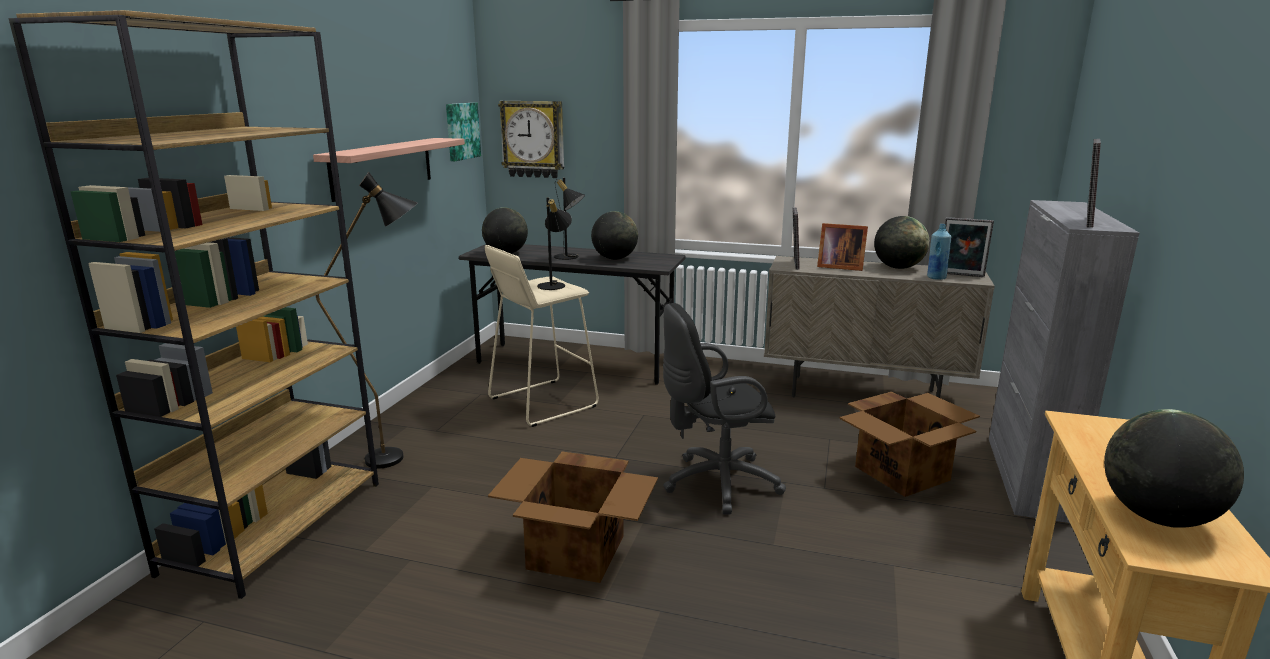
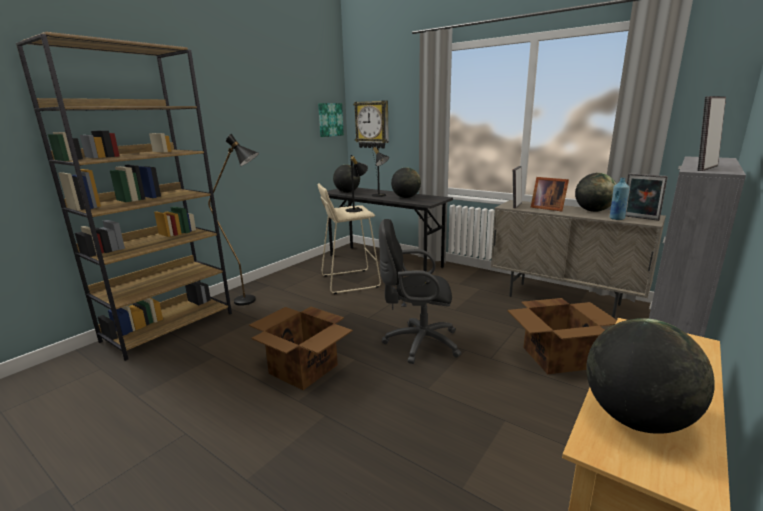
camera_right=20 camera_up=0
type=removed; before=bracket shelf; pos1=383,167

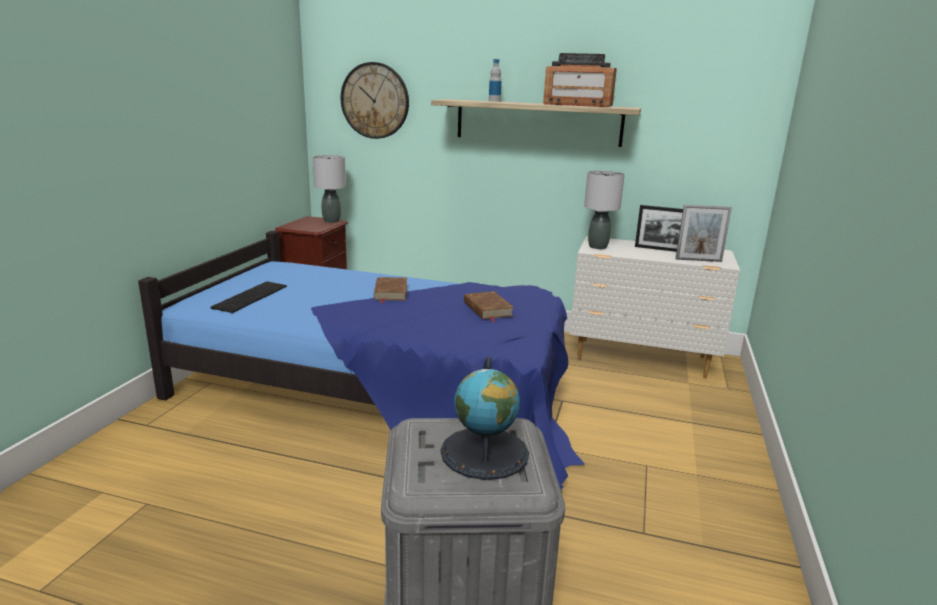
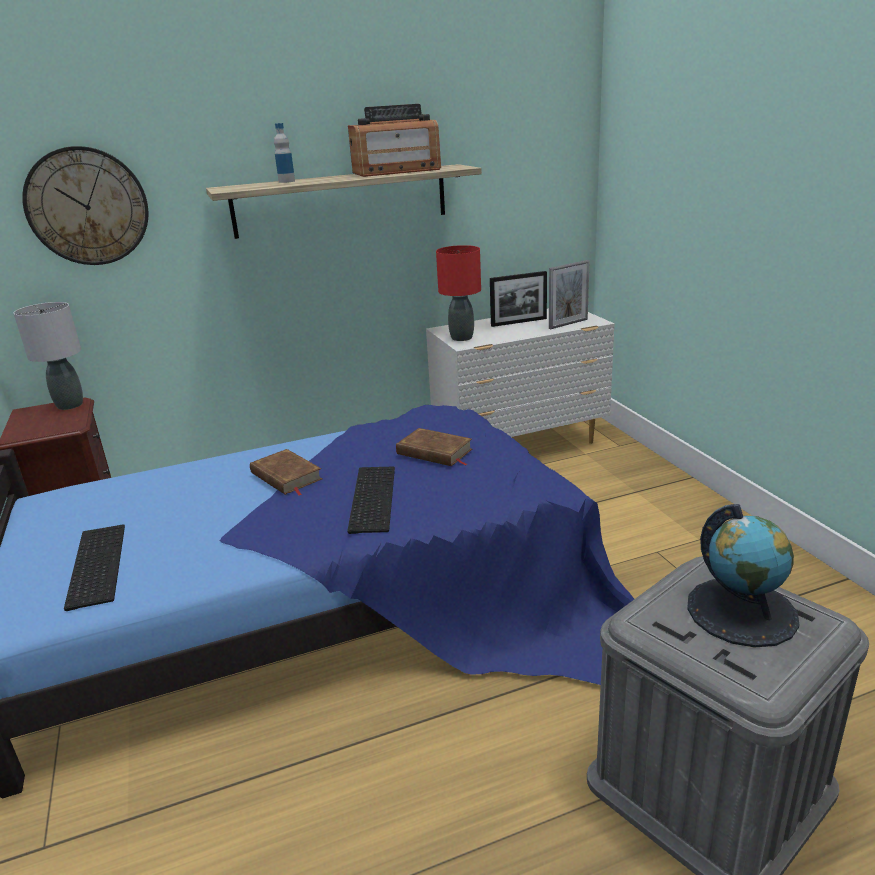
camera_right=-35 camera_up=5
type=recoloured; before=grey table lamp; after=reddish table lamp; pos1=598,247; pos2=461,337
type=added; after=computer keyboard; pos2=370,498

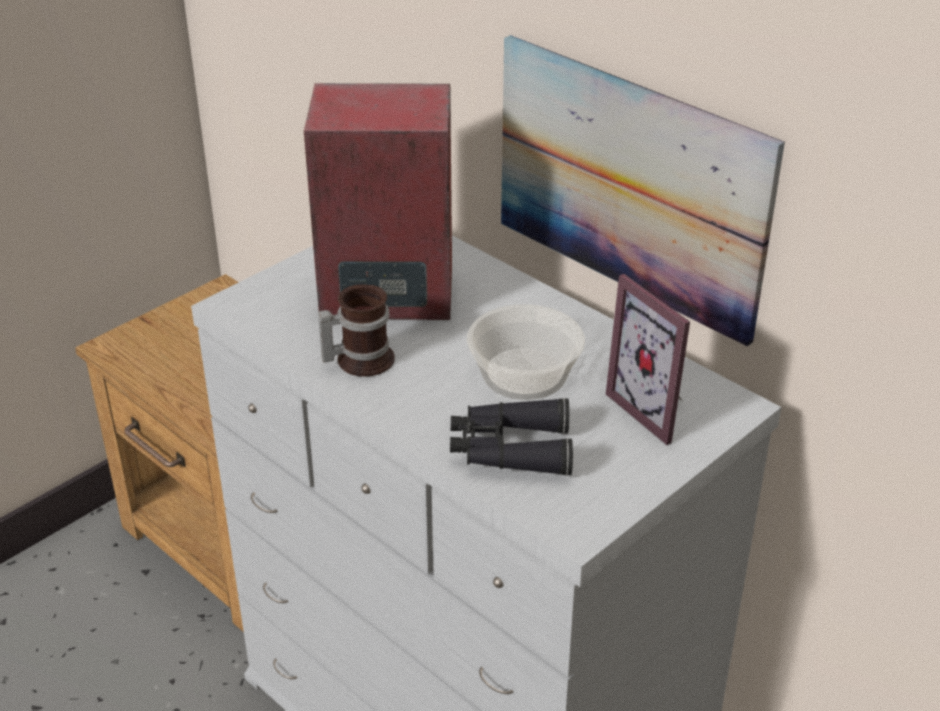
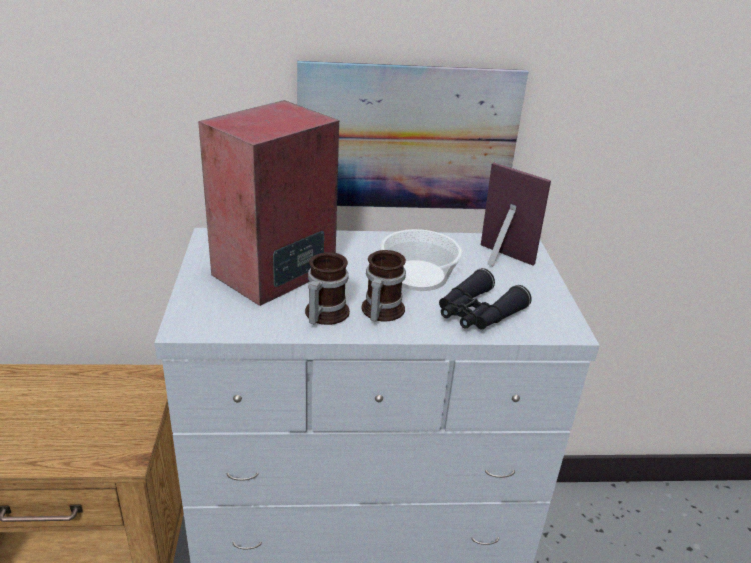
camera_right=-50 camera_up=-5
type=turned; before=standing frame; pos1=657,409; pos2=499,260; turn=-150
type=added; after=tea mug; pos2=379,311

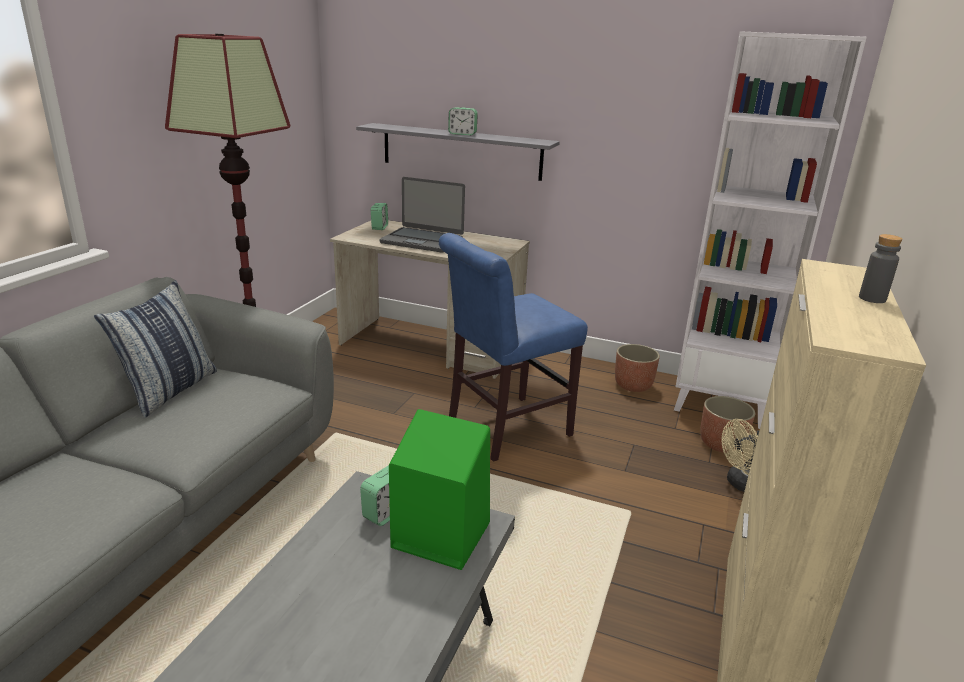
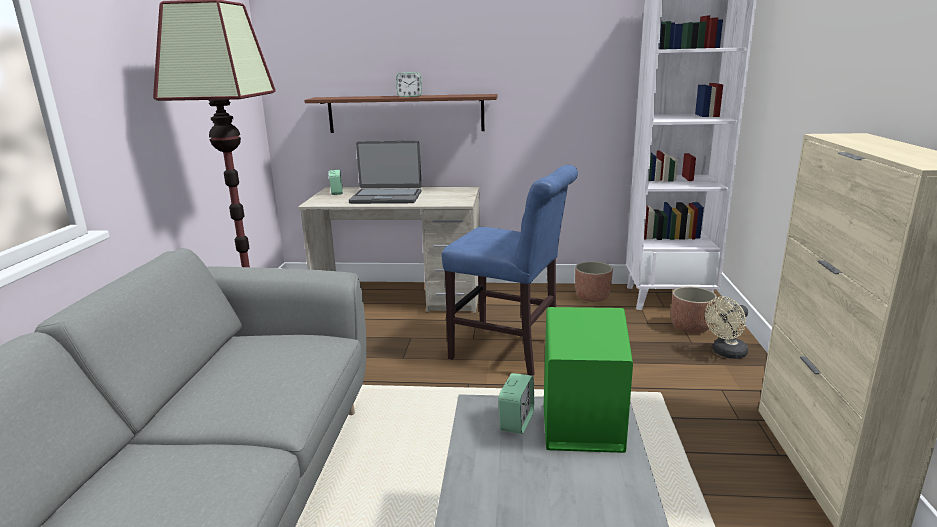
camera_right=-15 camera_up=-5
type=removed; before=throw pillow; pos1=170,391
type=recoloured; before=grey bracket shelf; after=brownish bracket shelf; pos1=461,151; pos2=405,113
type=turned; before=bluish upright chair; pos1=503,429; pos2=510,351; turn=-105
type=removed; before=grey beverage bottle; pos1=872,299

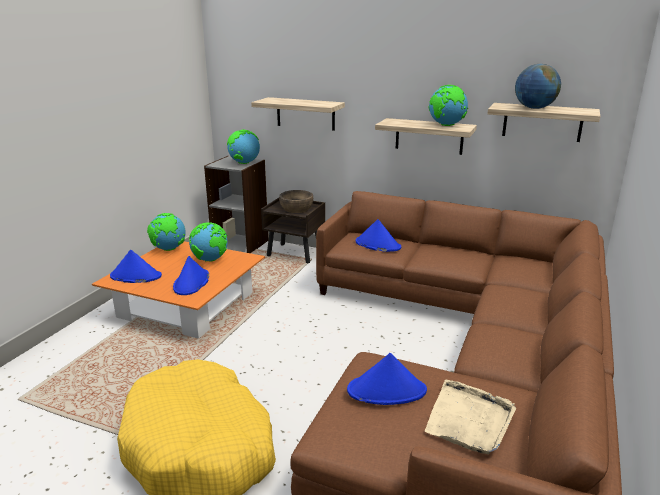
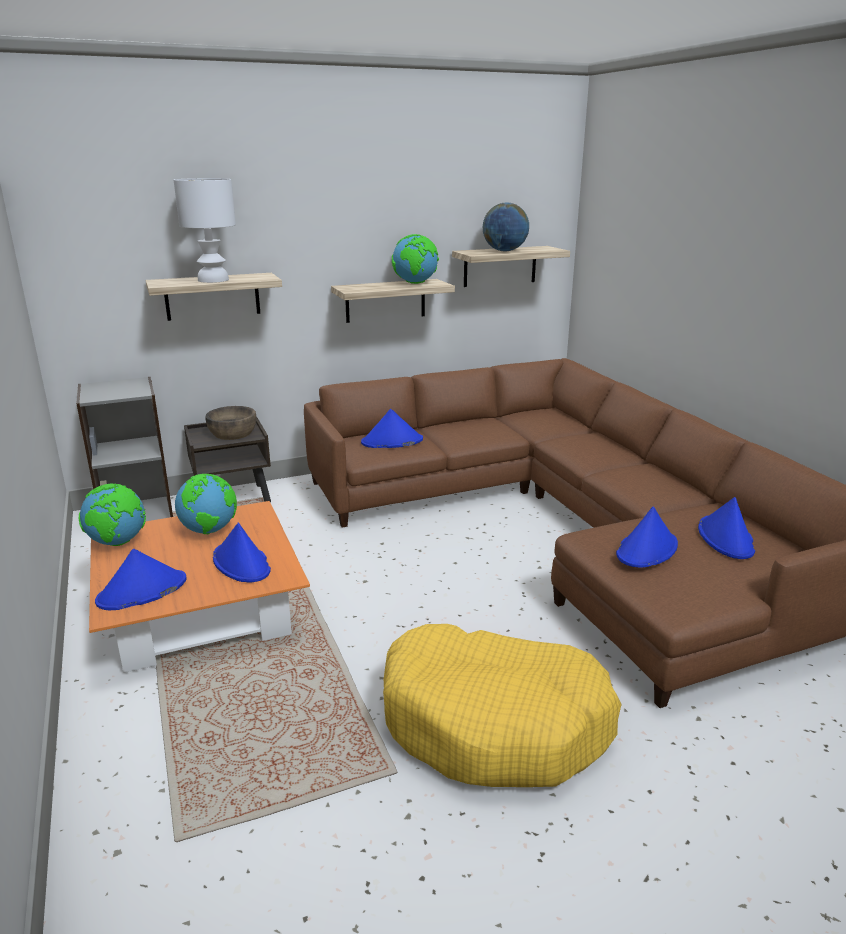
camera_right=-45 camera_up=0
type=removed; before=world globe; pos1=244,163
type=replaced; before=beige-coloured tray; after=bluish hat; pos1=469,419; pos2=726,538
type=added; after=whitish table lamp; pos2=214,280

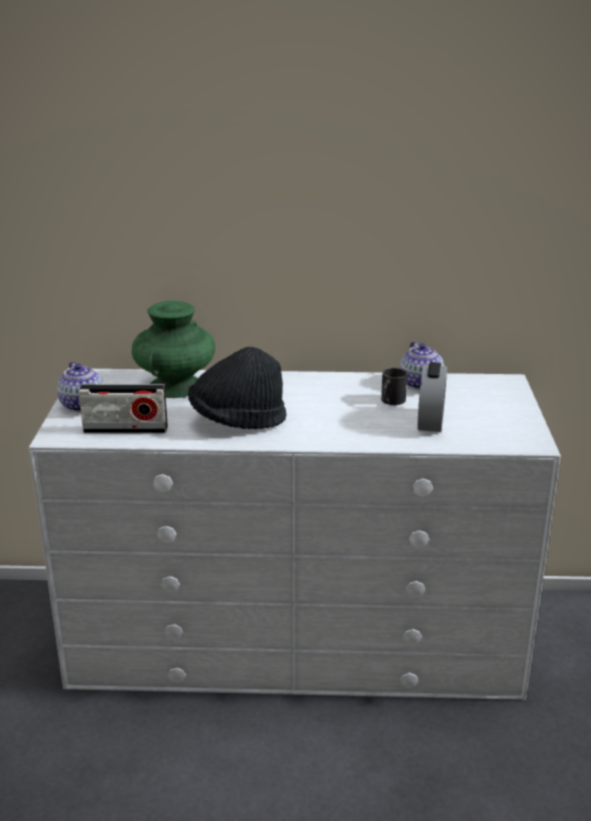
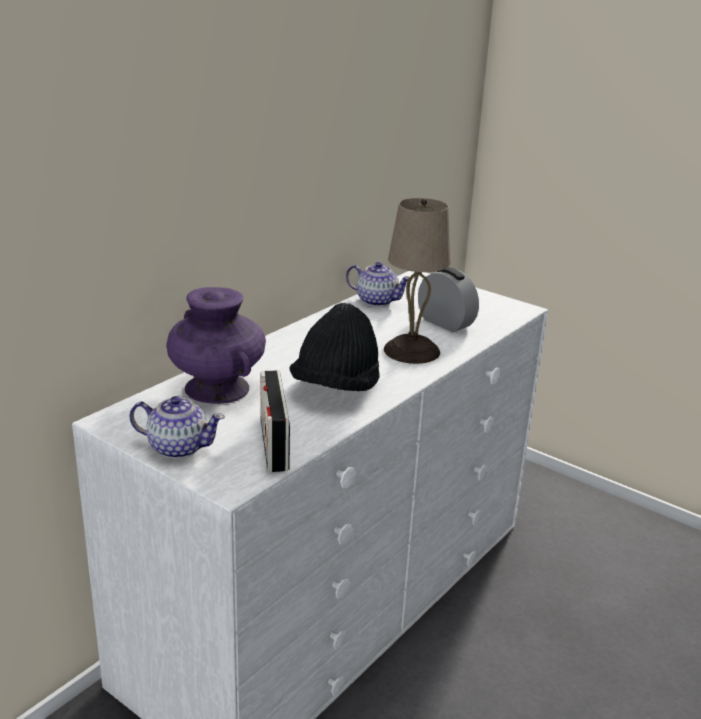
camera_right=-55 camera_up=0
type=turned; before=radio receiver; pos1=125,429; pos2=274,444; turn=135
type=recoloured; before=green-coloured flower vase; after=purple flower vase; pos1=176,386; pos2=216,388
type=removed; before=blackish tea mug; pos1=390,401
type=added; after=beige-coloured table lamp; pos2=410,350

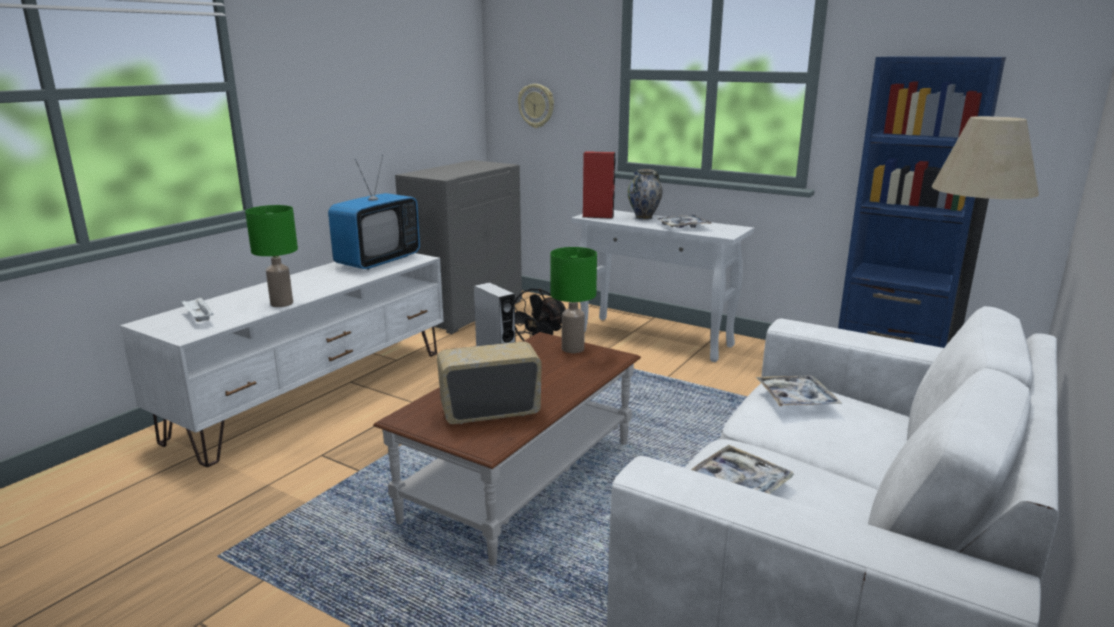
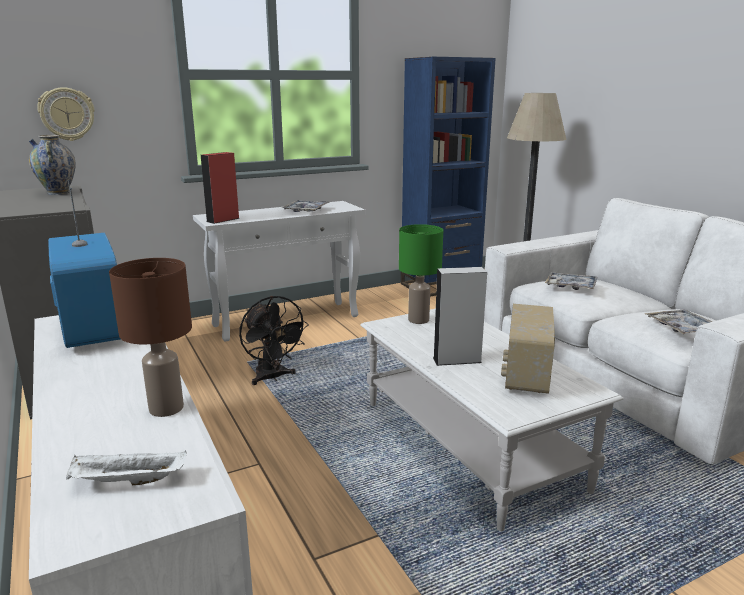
camera_right=-60 camera_up=0
type=recoloured; before=green-coloured table lamp; after=brownish table lamp; pos1=282,303; pos2=165,408
type=recoloured; before=brownish coffee table; after=whitish coffee table; pos1=521,480; pos2=469,444
type=moved; before=flower vase; pos1=643,217; pos2=58,193

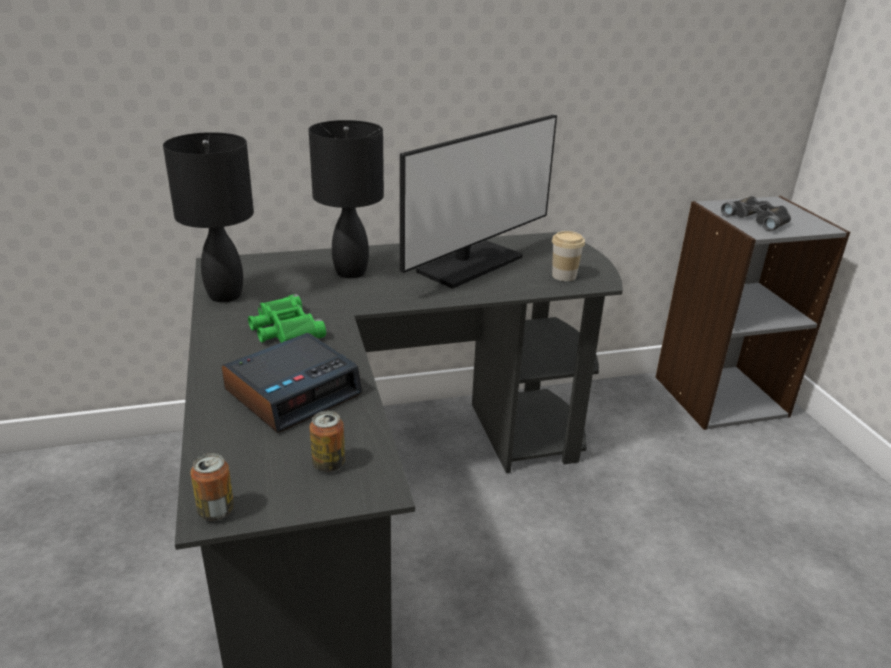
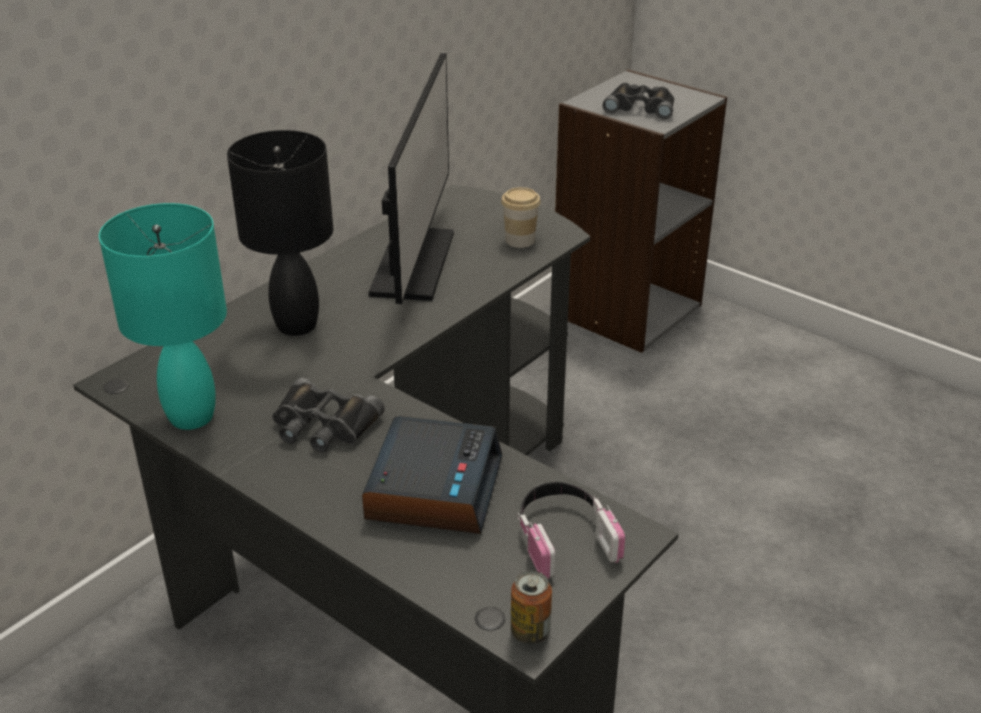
camera_right=-35 camera_up=5
type=recoloured; before=blackish table lamp; after=turquoise table lamp; pos1=224,295; pos2=189,417
type=recoloured; before=green-coloured pair of binoculars; after=blackish pair of binoculars; pos1=285,329; pos2=323,425
type=replaced; before=sealed can; after=pair of headphones; pos1=329,464; pos2=563,537

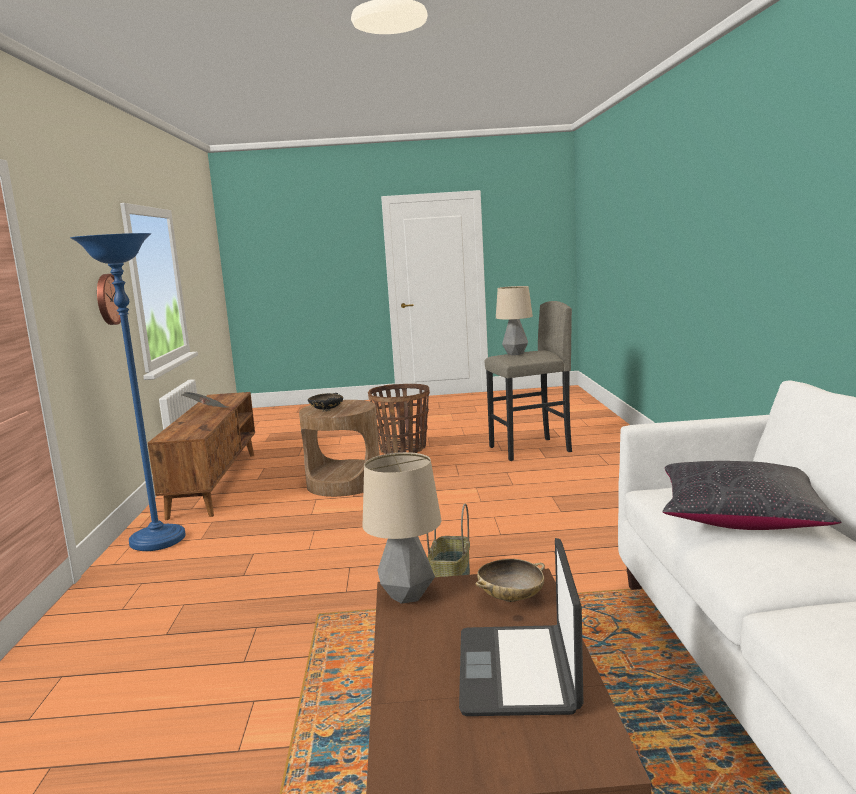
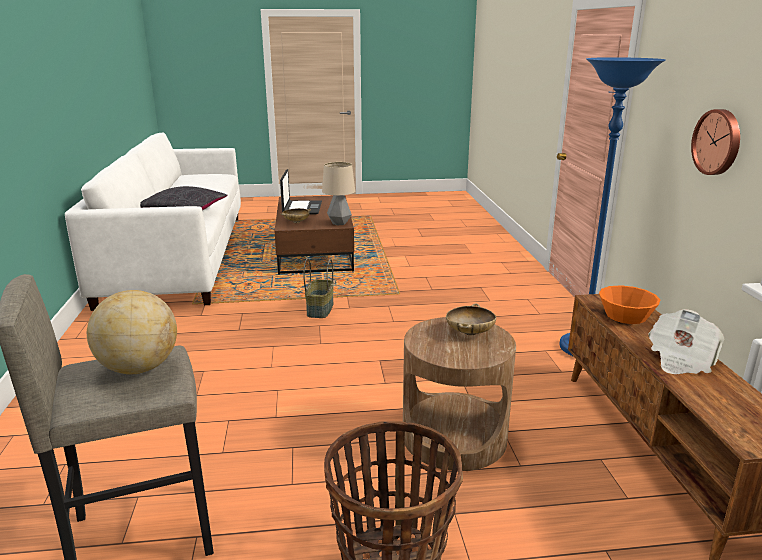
camera_right=175 camera_up=10
type=recoloured; before=blackish serving bowl; after=beige-coloured serving bowl; pos1=326,410; pos2=469,332
type=replaced; before=table lamp; after=world globe; pos1=515,354; pos2=138,368
type=added; after=orangey serving bowl; pos2=626,315

